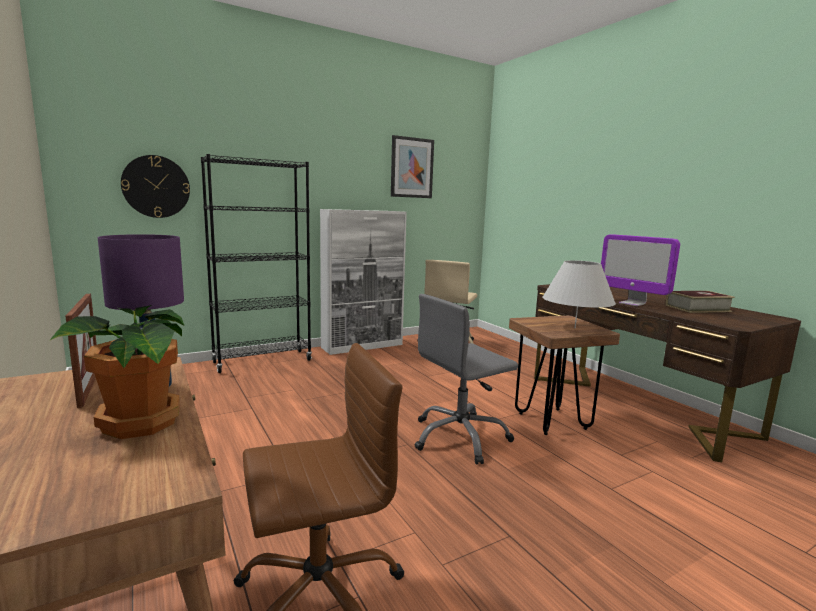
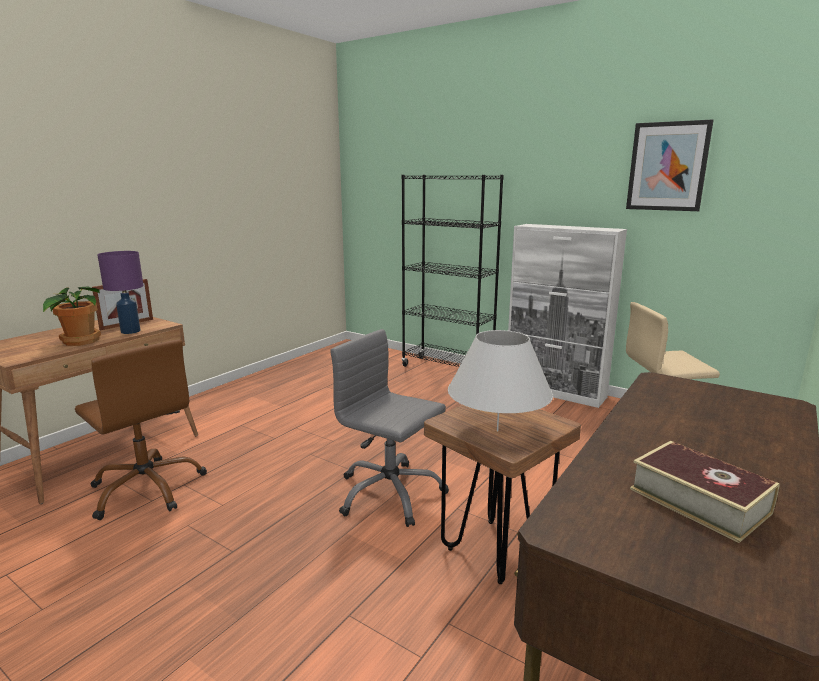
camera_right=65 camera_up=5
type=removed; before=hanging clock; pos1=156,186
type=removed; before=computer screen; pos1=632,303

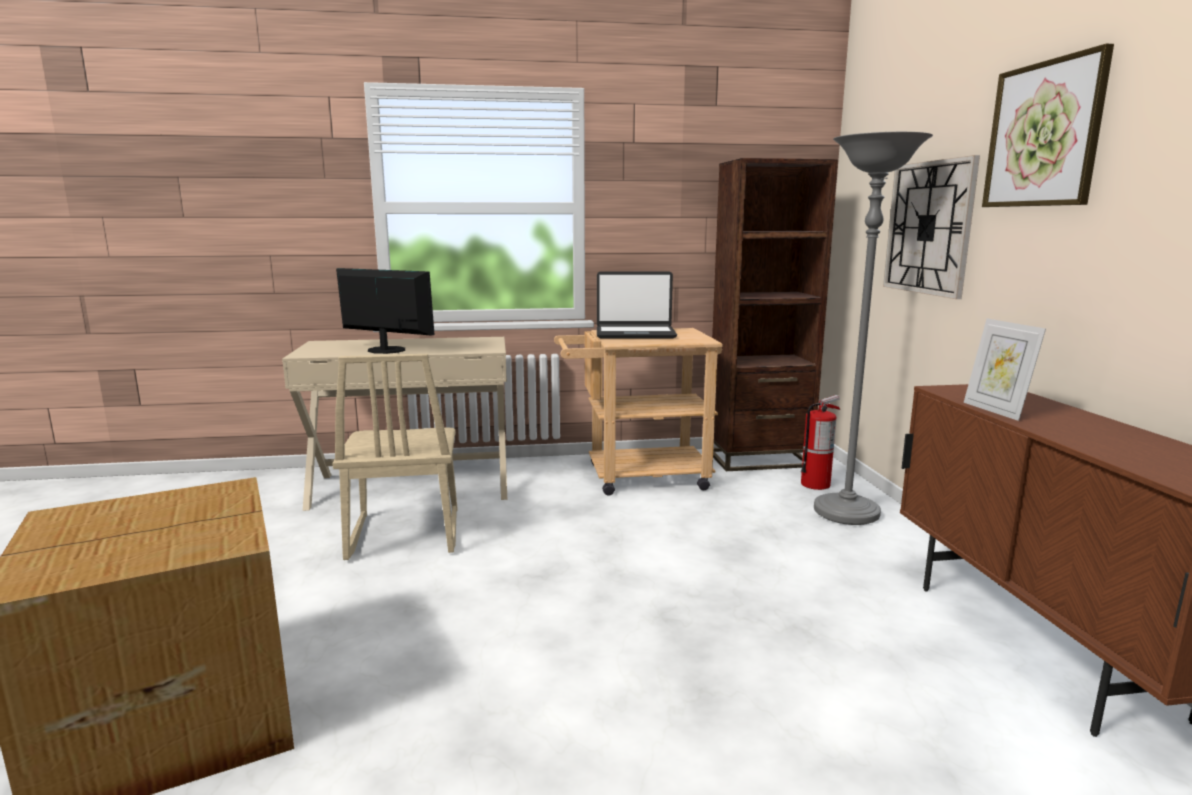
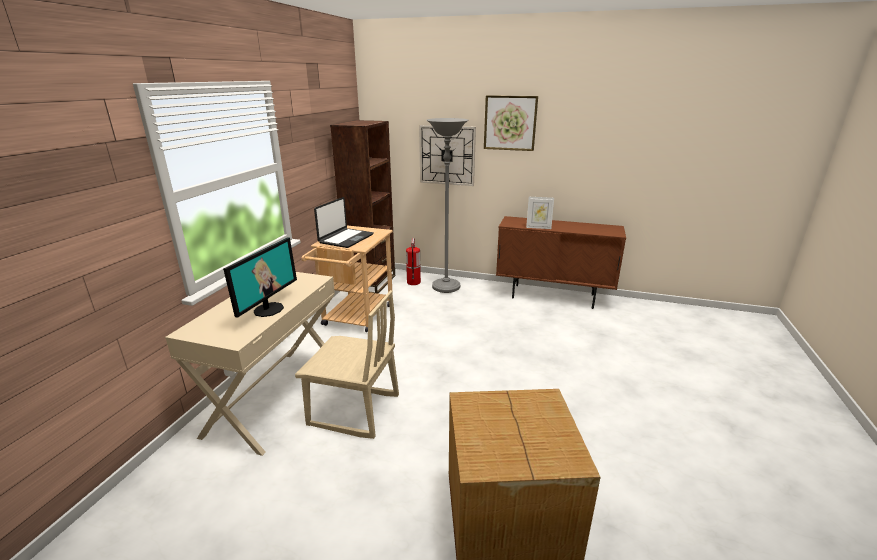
camera_right=-65 camera_up=10
type=turned; before=computer screen; pos1=385,350; pos2=268,309; turn=150

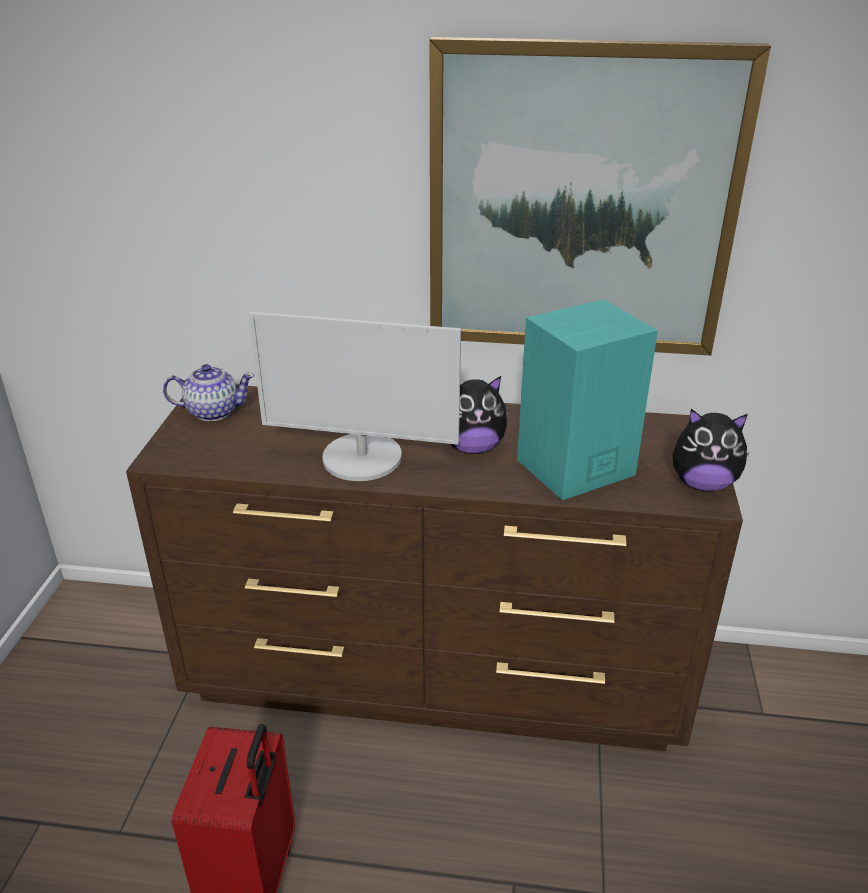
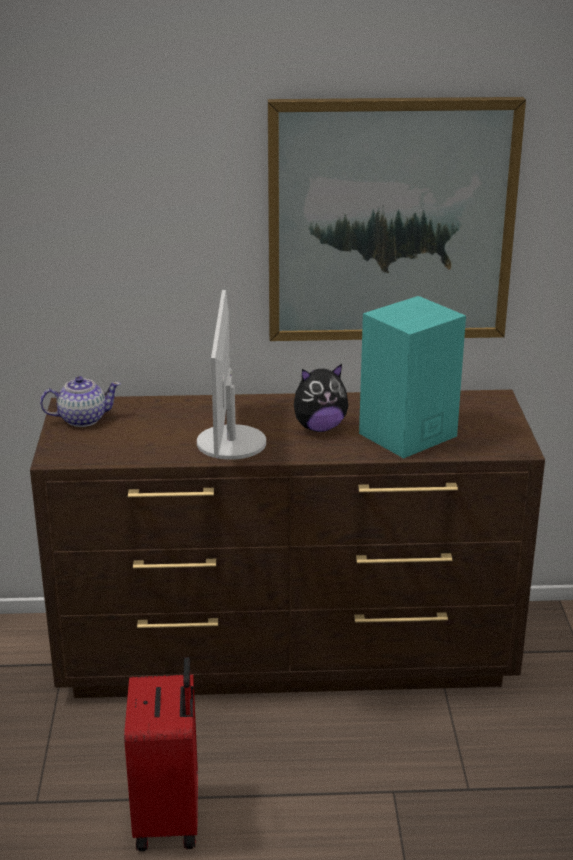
camera_right=-10 camera_up=-5
type=turned; before=computer screen; pos1=362,458; pos2=230,443; turn=90
type=removed; before=plush toy; pos1=703,484

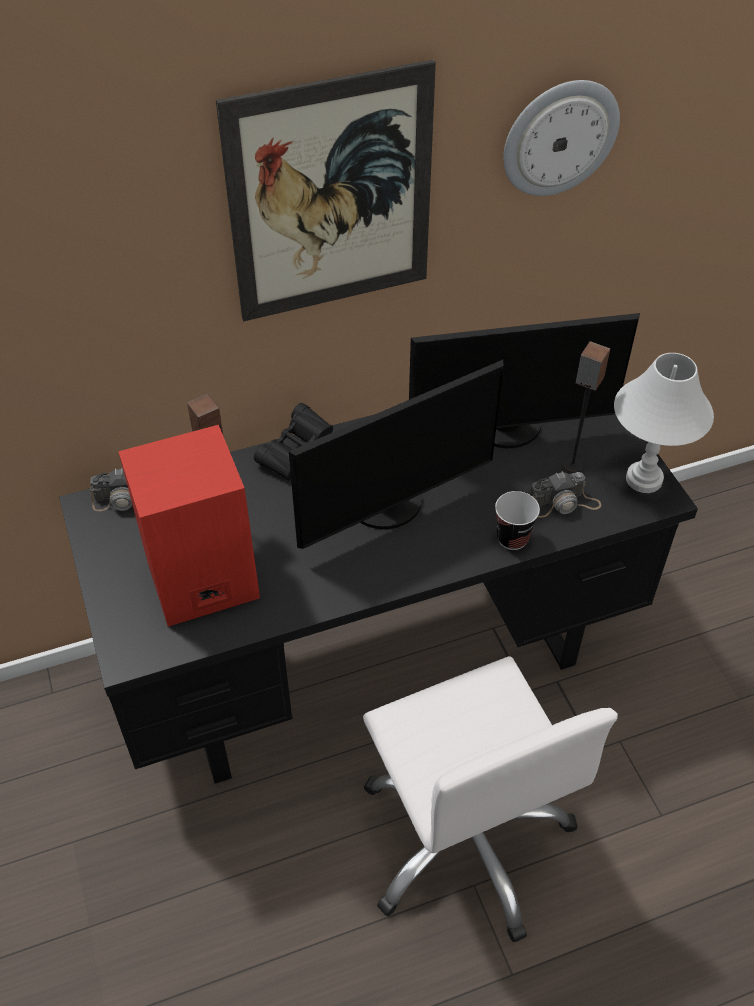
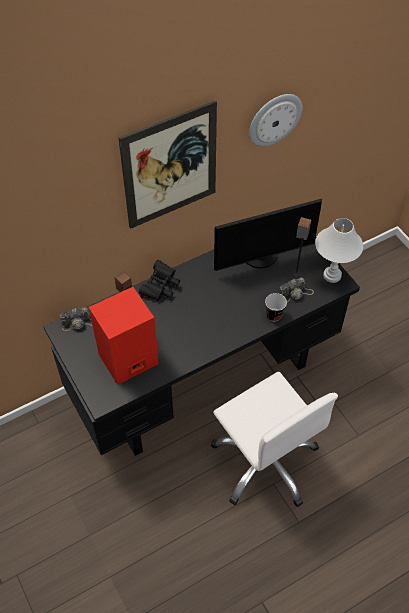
camera_right=-10 camera_up=5
type=removed; before=computer screen; pos1=389,505

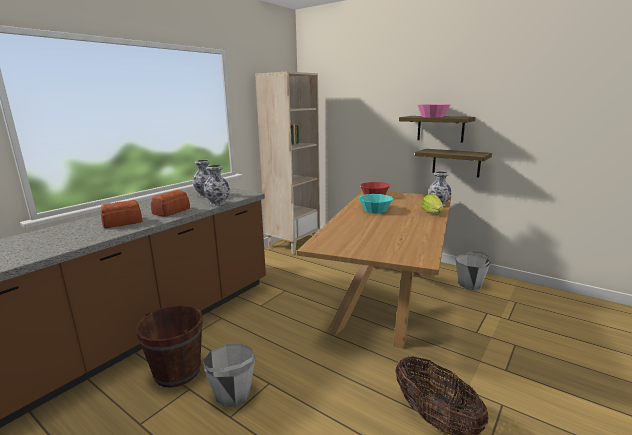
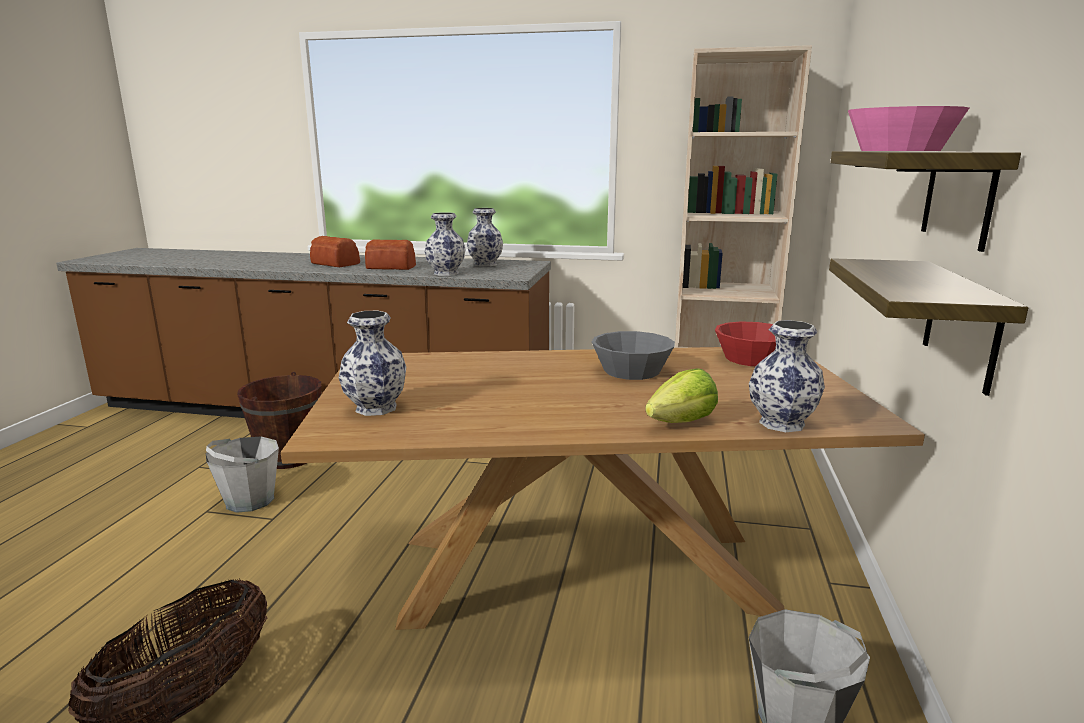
camera_right=65 camera_up=0
type=recoloured; before=turquoise serving bowl; after=grey serving bowl; pos1=375,209; pos2=632,370
type=added; after=flower vase; pos2=375,408

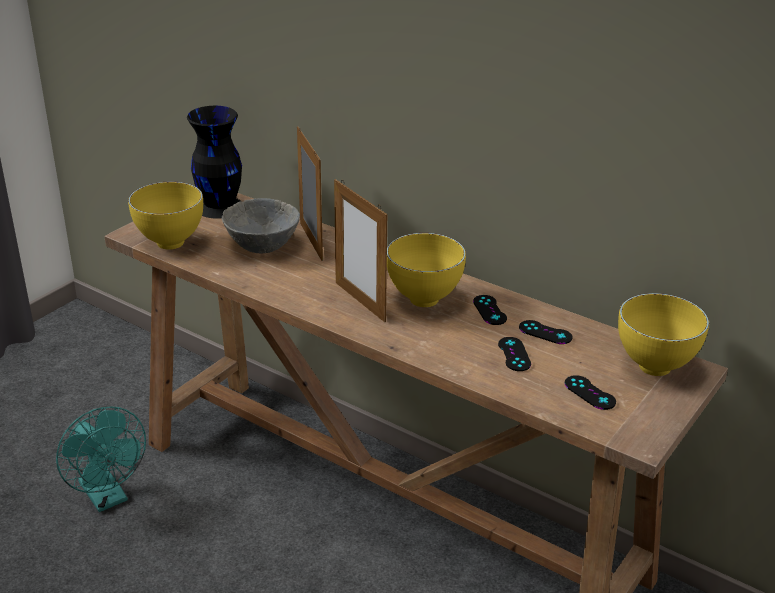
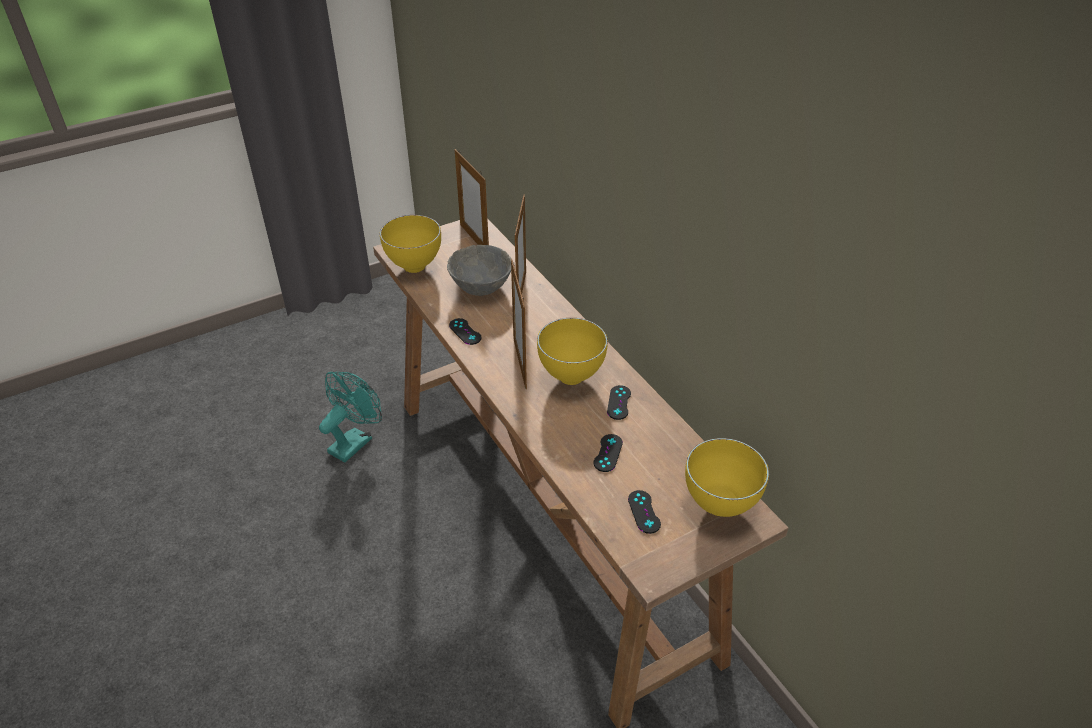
camera_right=25 camera_up=10
type=turned; before=turquoise electric fan; pos1=108,497; pos2=354,441; turn=-135
type=replaced; before=blackish flower vase; after=standing frame; pos1=220,207; pos2=474,240
type=moved; before=blackish gamepad; pos1=545,332; pos2=465,331

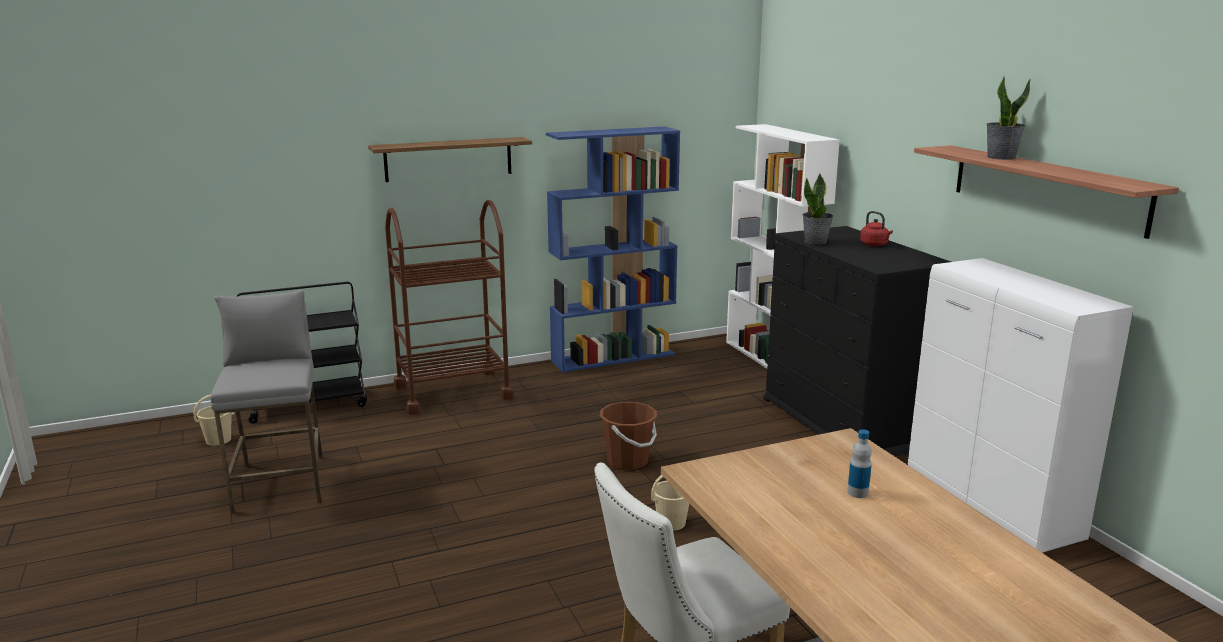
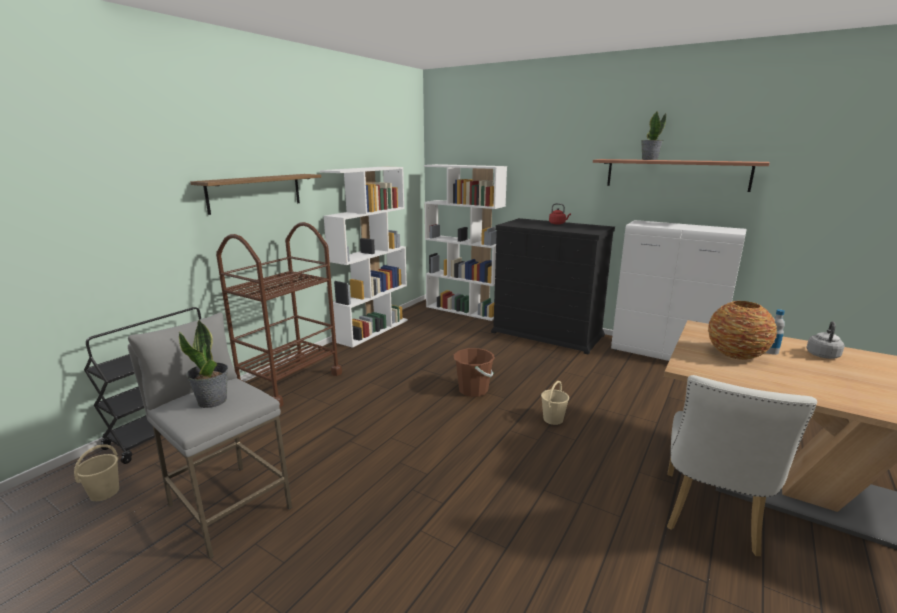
camera_right=-35 camera_up=0
type=recoloured; before=bluish shelving unit; after=whitish shelving unit; pos1=613,357; pos2=373,330
type=moved; before=houseplant; pos1=816,242; pos2=213,401
type=added; after=flower vase; pos2=735,354
type=added; after=grey tea kettle; pos2=822,354

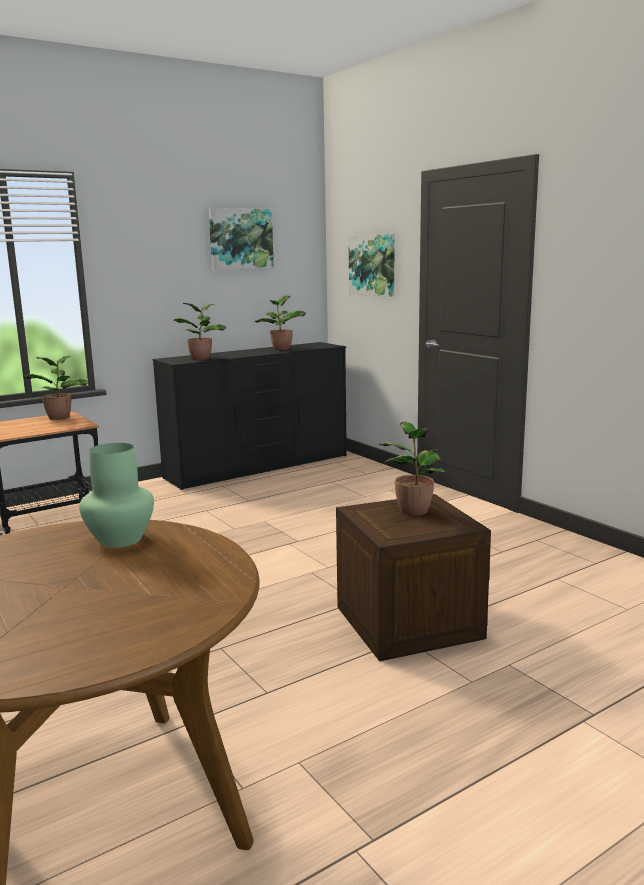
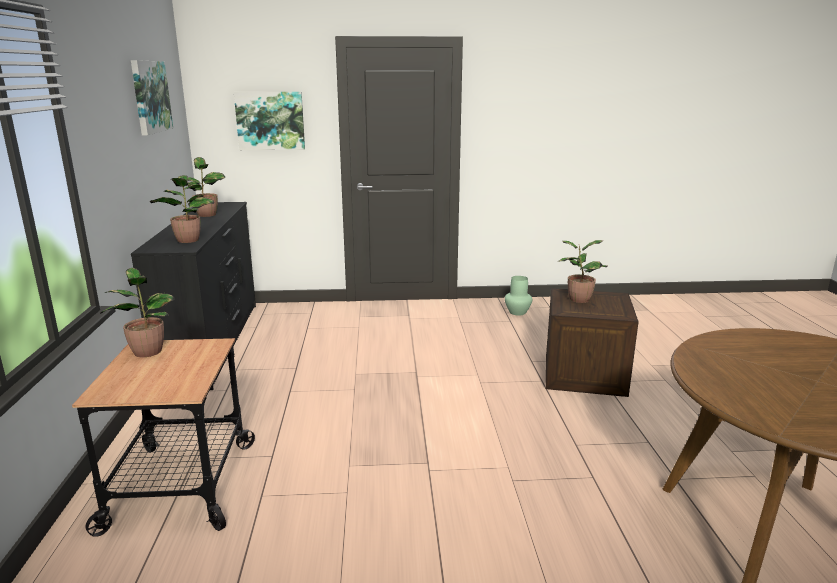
camera_right=-60 camera_up=5
type=moved; before=green-coloured flower vase; pos1=121,539; pos2=517,312

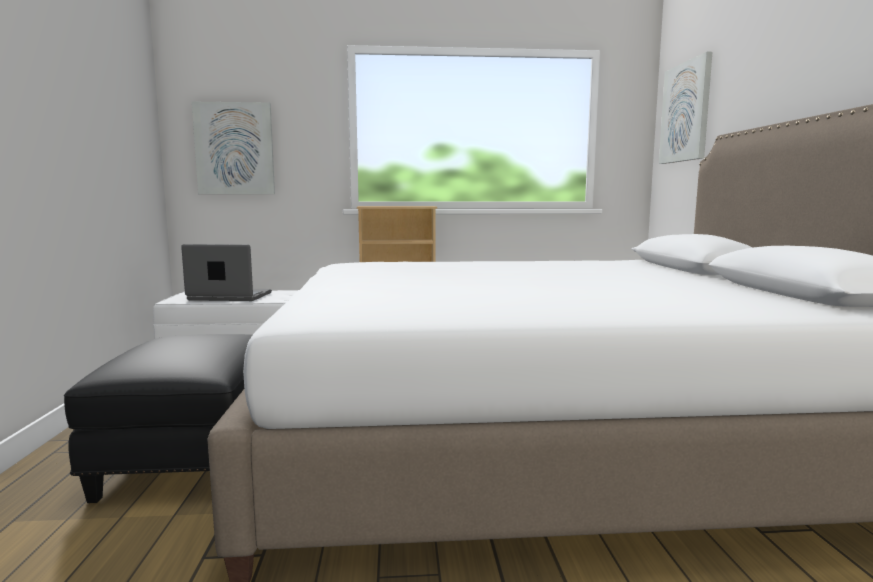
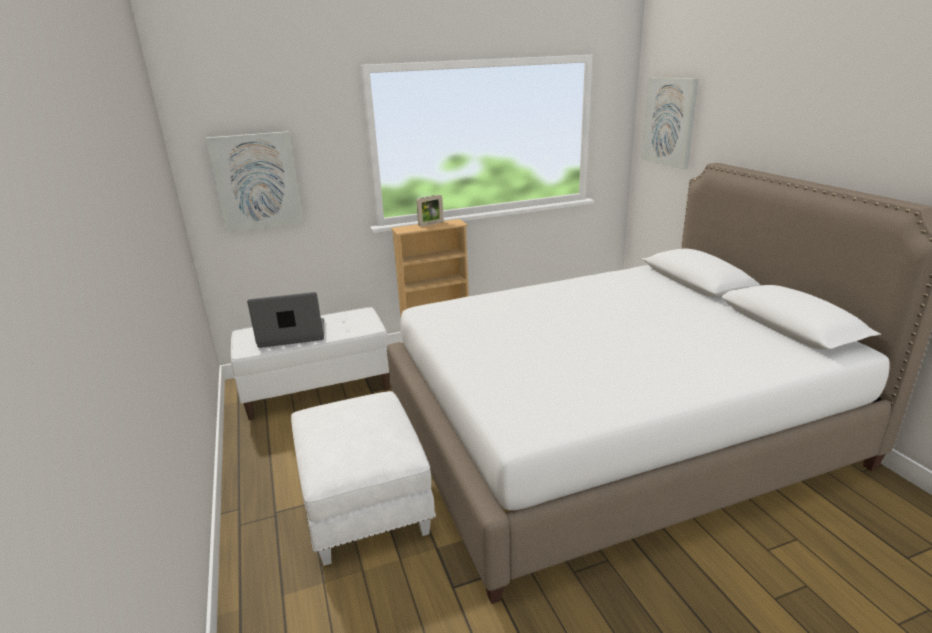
camera_right=-15 camera_up=15
type=recoloured; before=blackish footrest; after=whitish footrest; pos1=196,458; pos2=366,504
type=added; after=standing frame; pos2=431,224

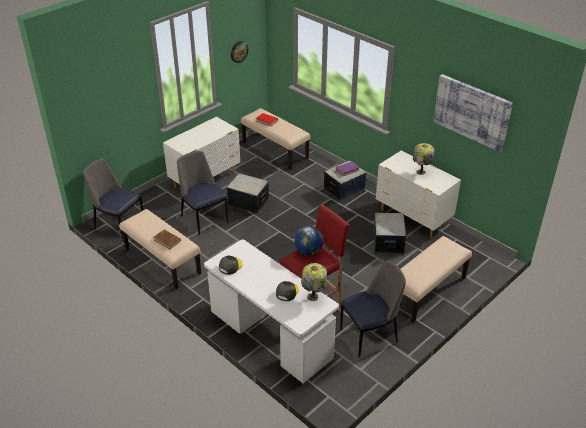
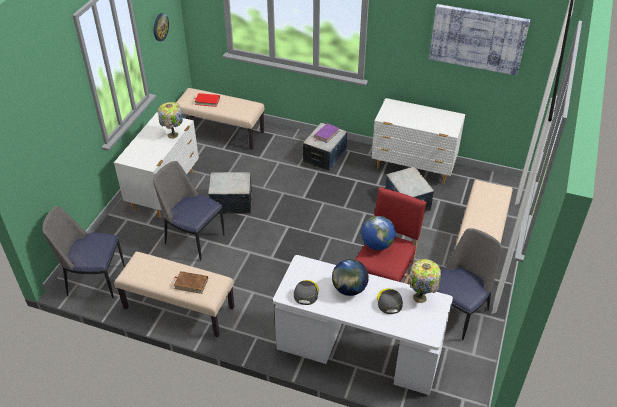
camera_right=-25 camera_up=5
type=moved; before=table lamp; pos1=420,172; pos2=173,135
type=added; after=world globe; pos2=349,289

